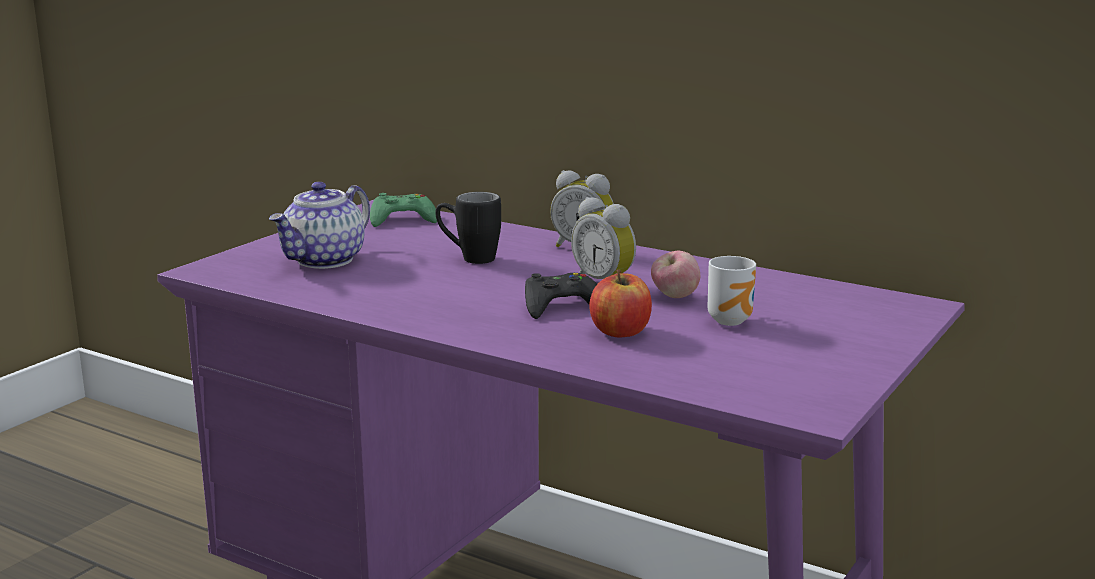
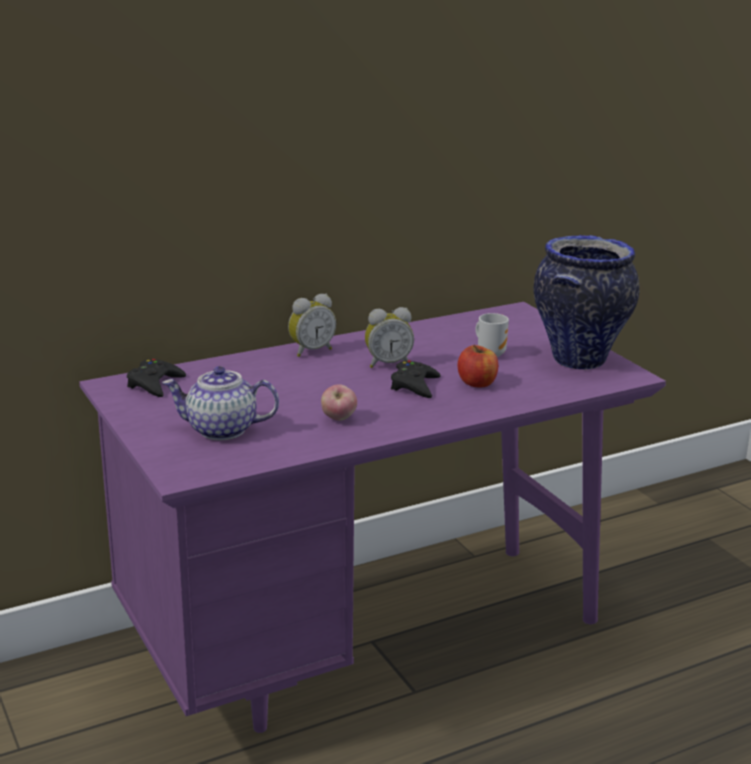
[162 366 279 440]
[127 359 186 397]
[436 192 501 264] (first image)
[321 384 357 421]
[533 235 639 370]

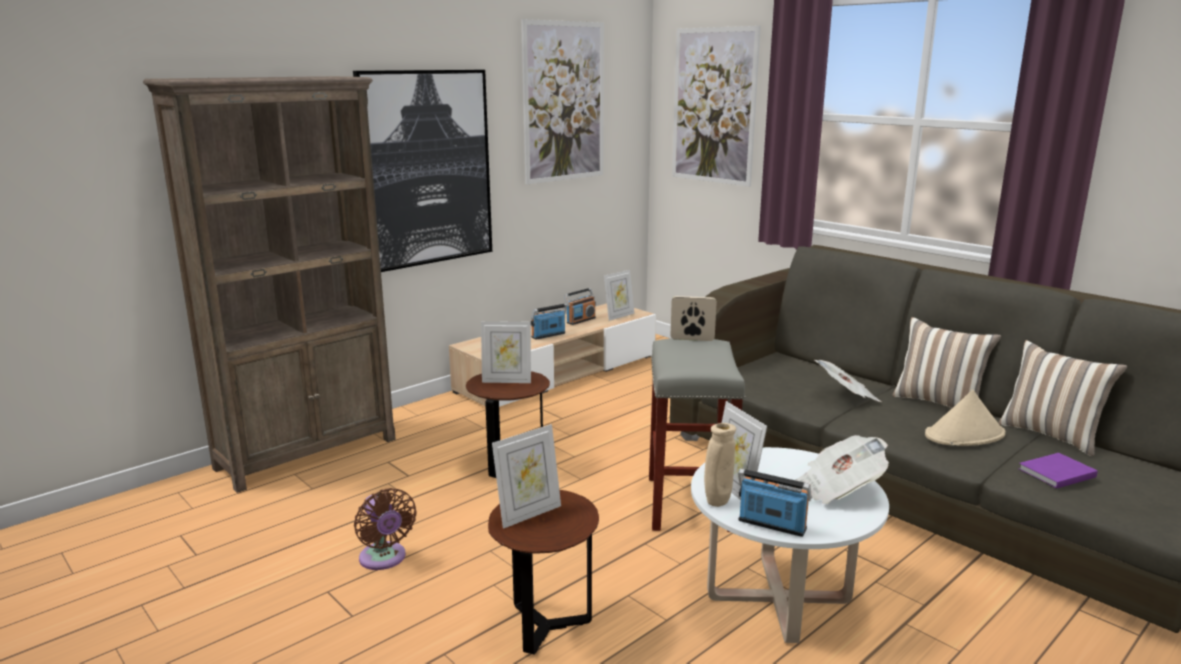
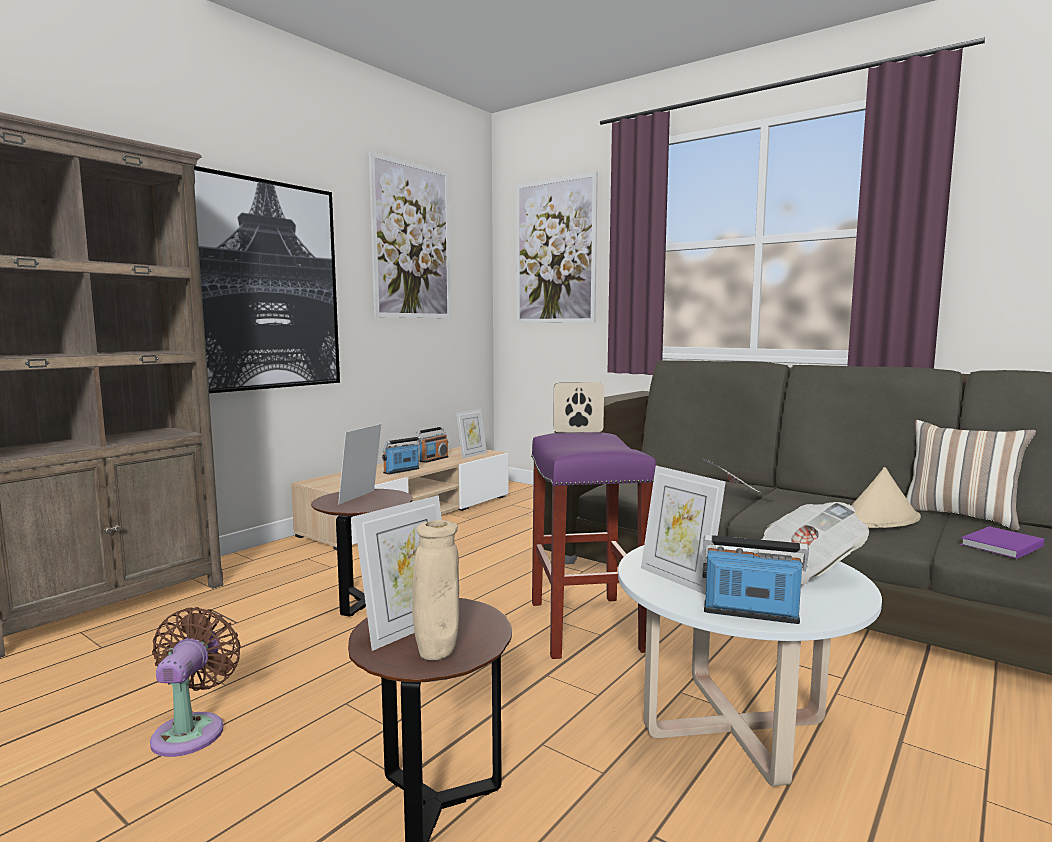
[150 607 241 757]
[338 424 381 505]
[531 432 656 659]
[412 520 459 661]
[892 317 1001 408] (first image)

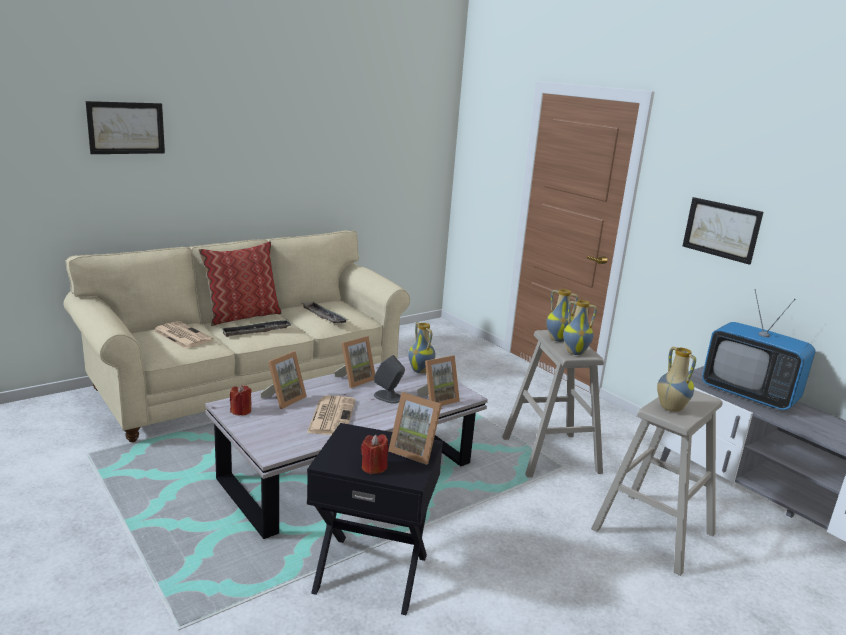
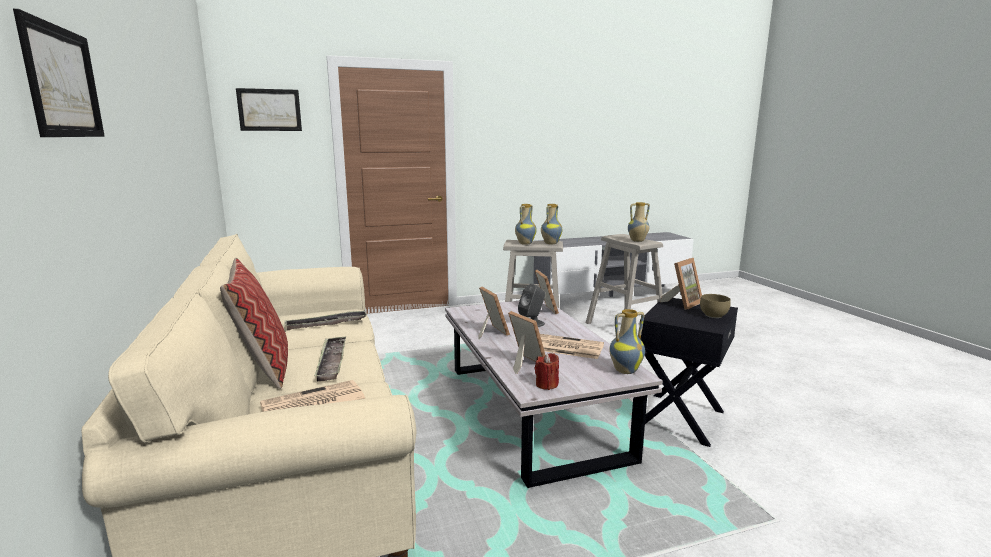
[700 294 731 318]
[609 309 645 374]
[236 88 302 131]
[702 289 815 410] (first image)

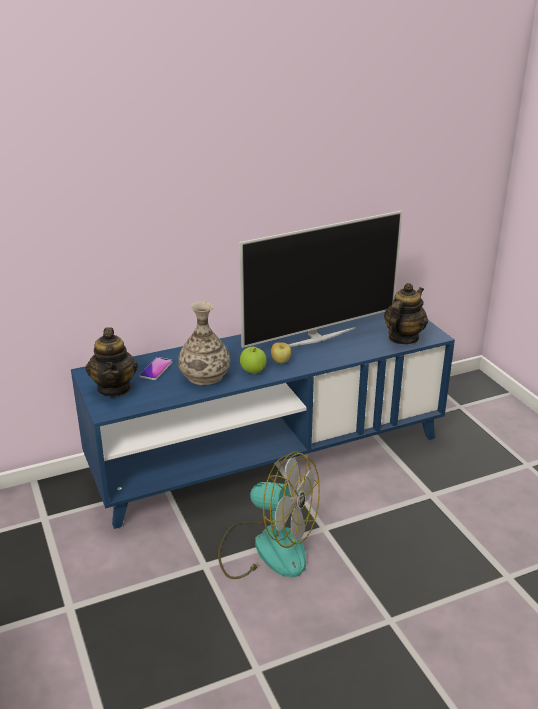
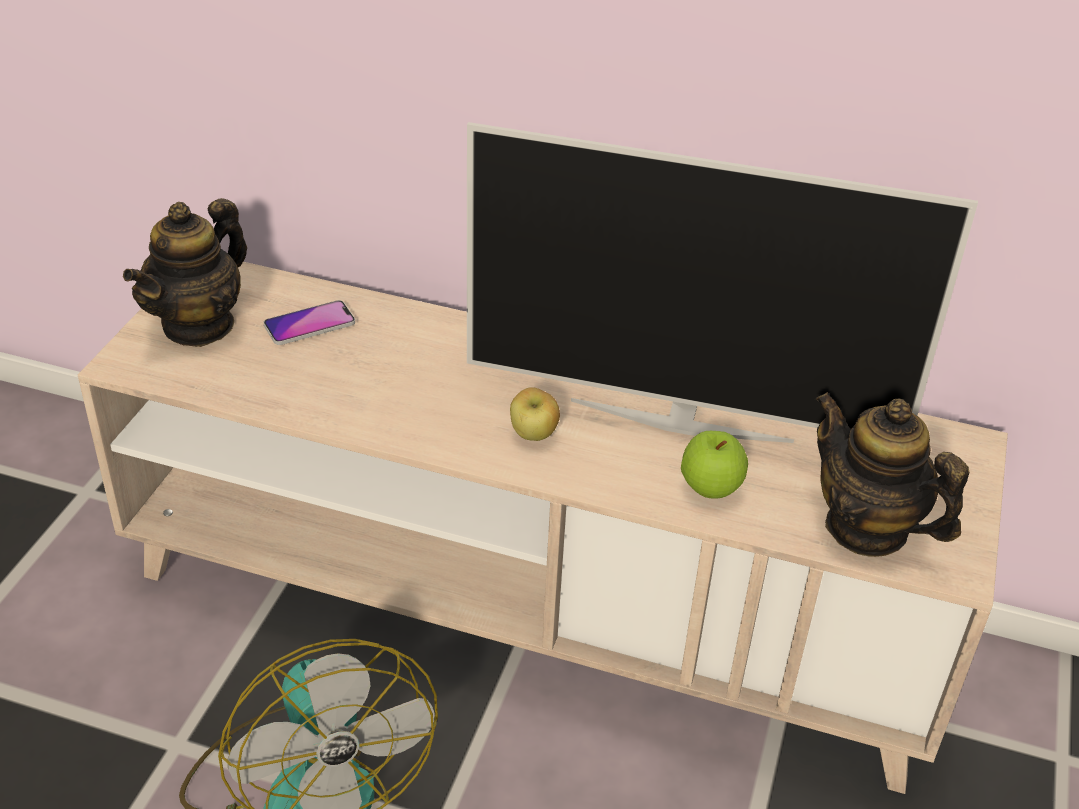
[78 262 1008 794]
[178 301 230 385] (first image)
[681 431 748 499]
[815 392 969 557]

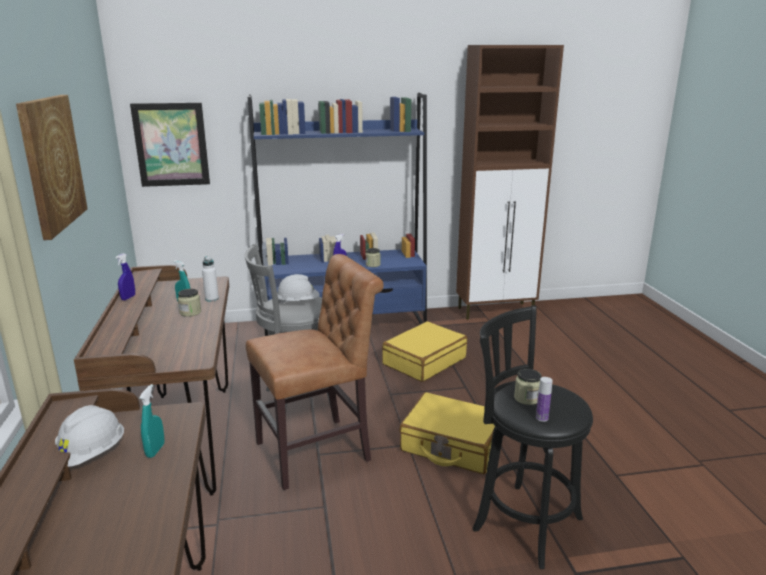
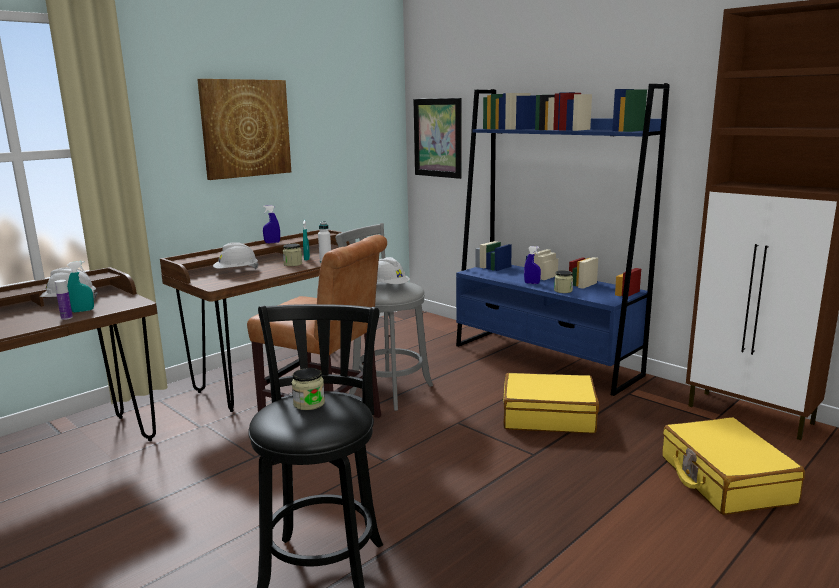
[662 417 805 515]
[55 280 73 320]
[213 242 259 269]

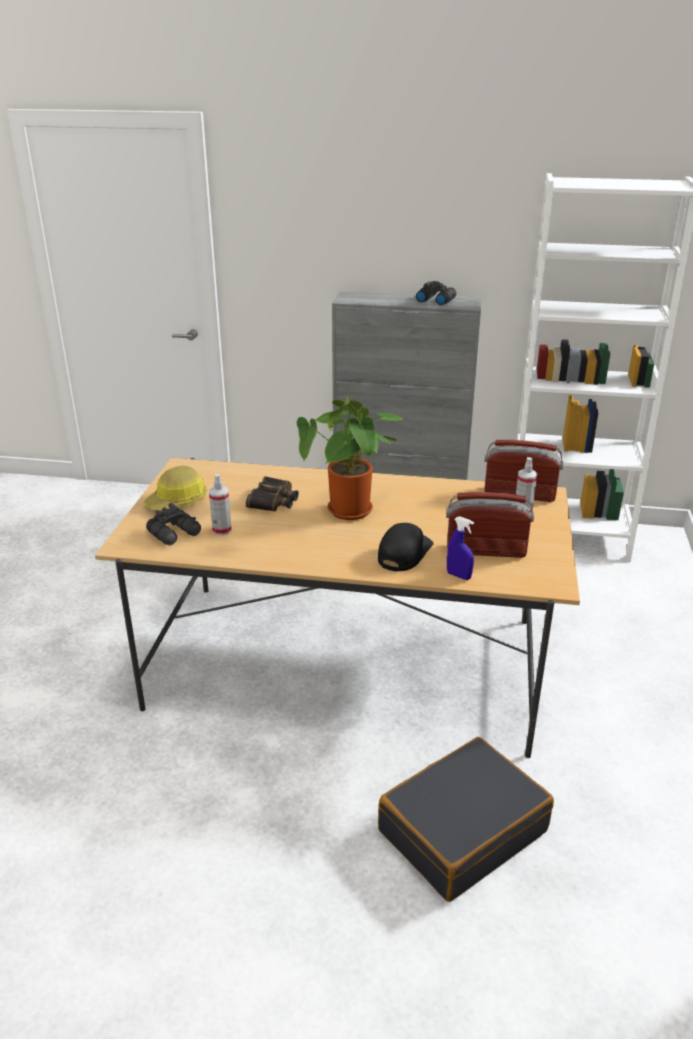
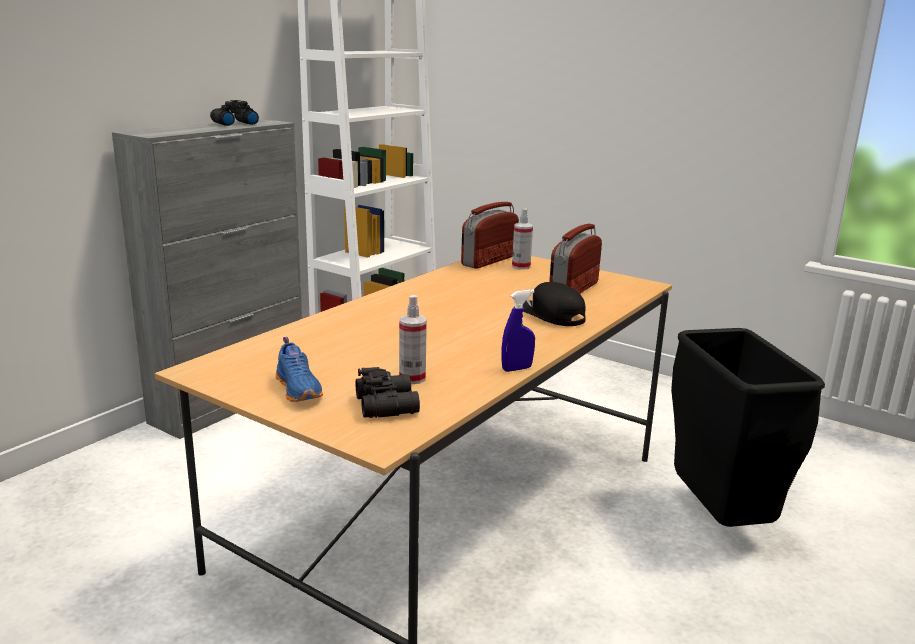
[275 337 323 402]
[246 476 299 512] (first image)
[297 392 405 520] (first image)
[671 328 825 527]
[502 289 535 372]

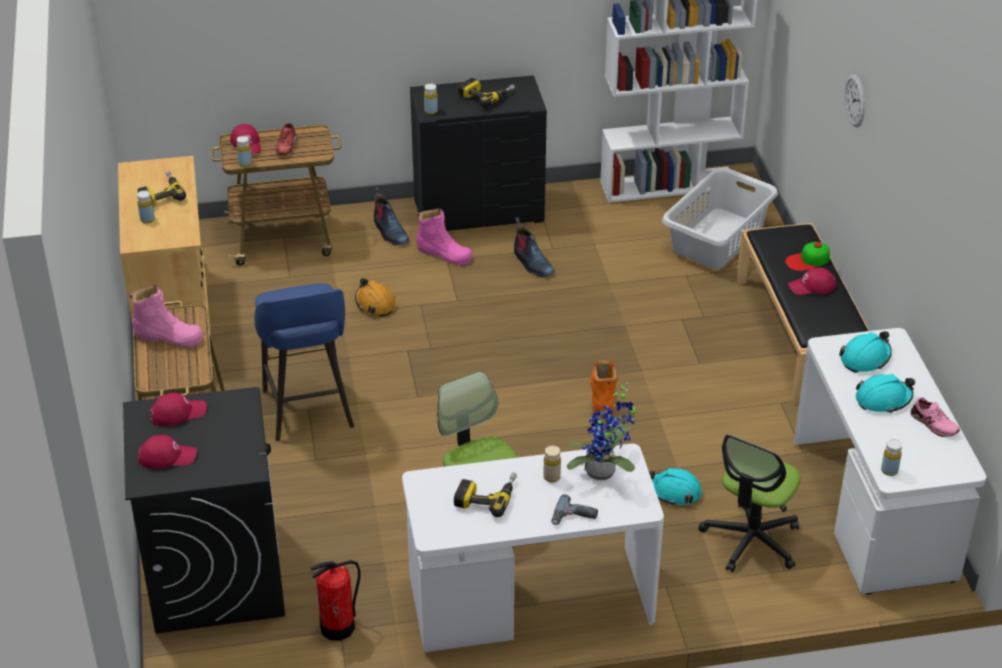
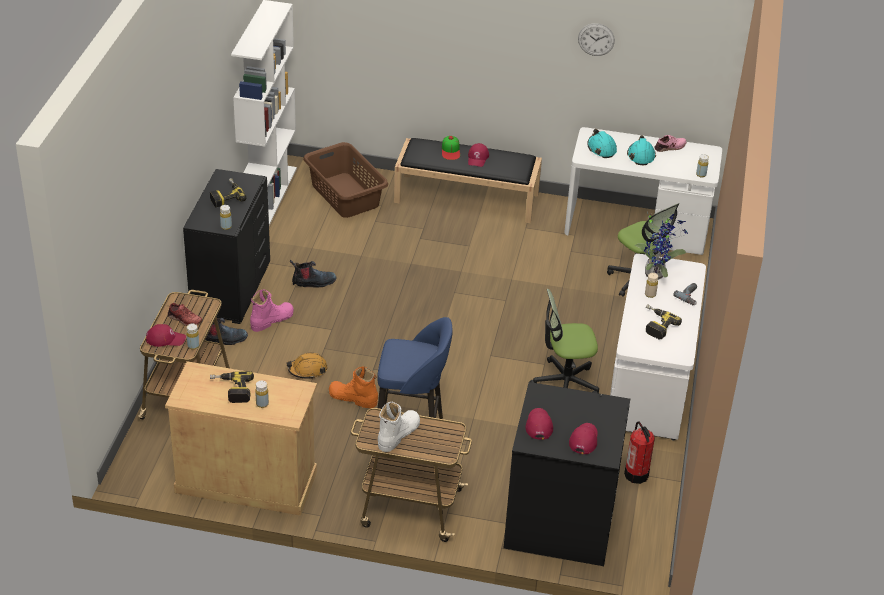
[378 402 420 452]
[329 366 378 408]
[649 468 702 506] (first image)
[303 142 388 218]
[578 23 615 56]

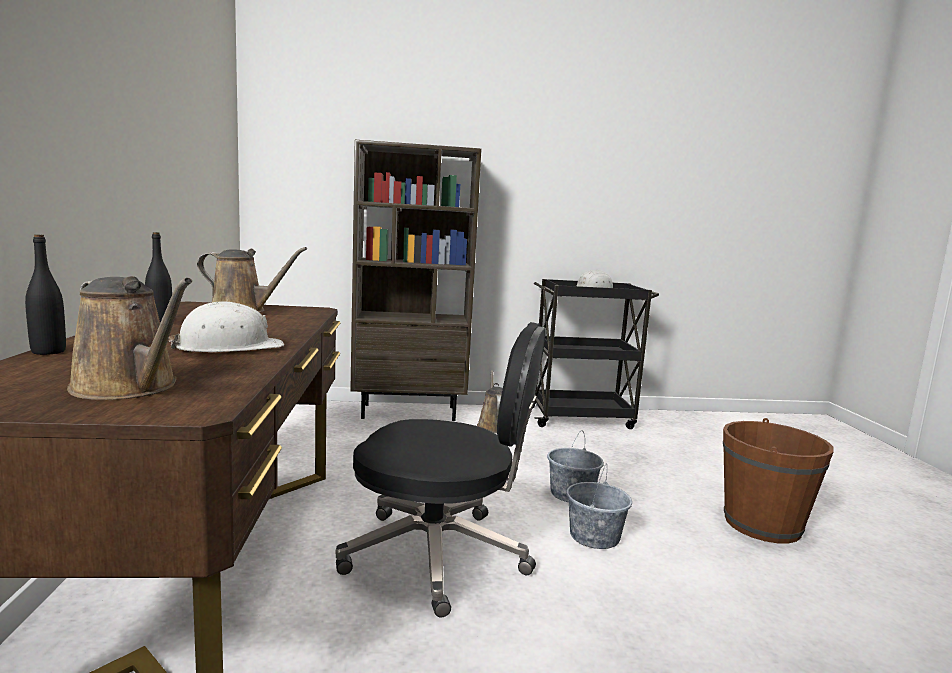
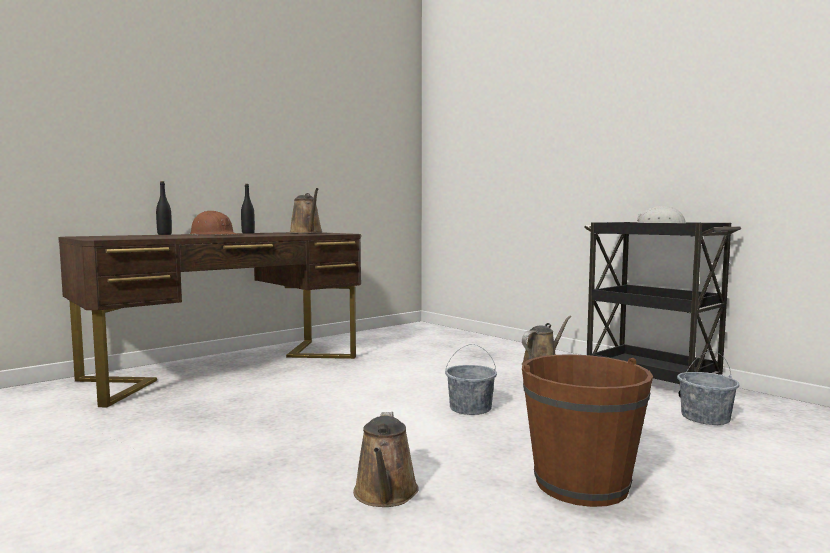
[353 412 419 507]
[190 211 241 235]
[335 322 545 618] (first image)
[350 140 482 421] (first image)
[677 350 739 425]

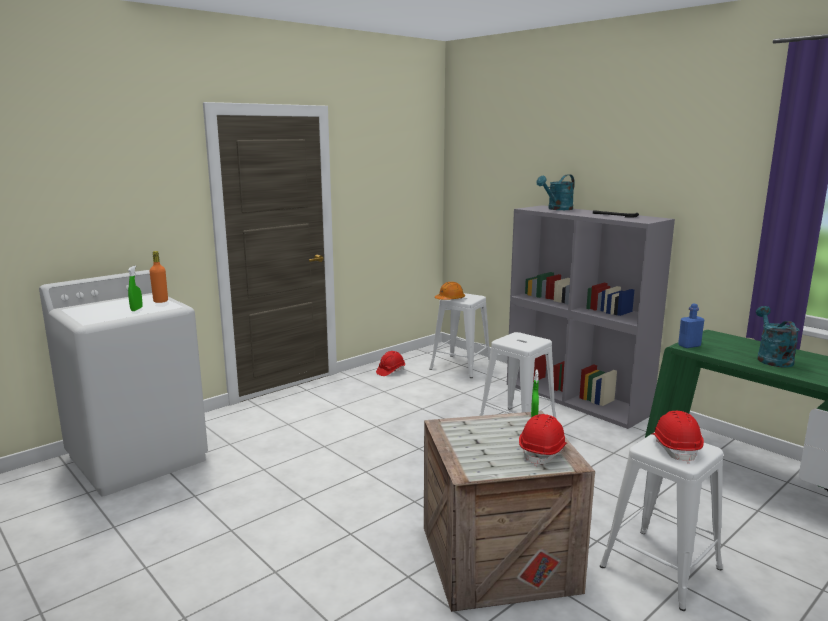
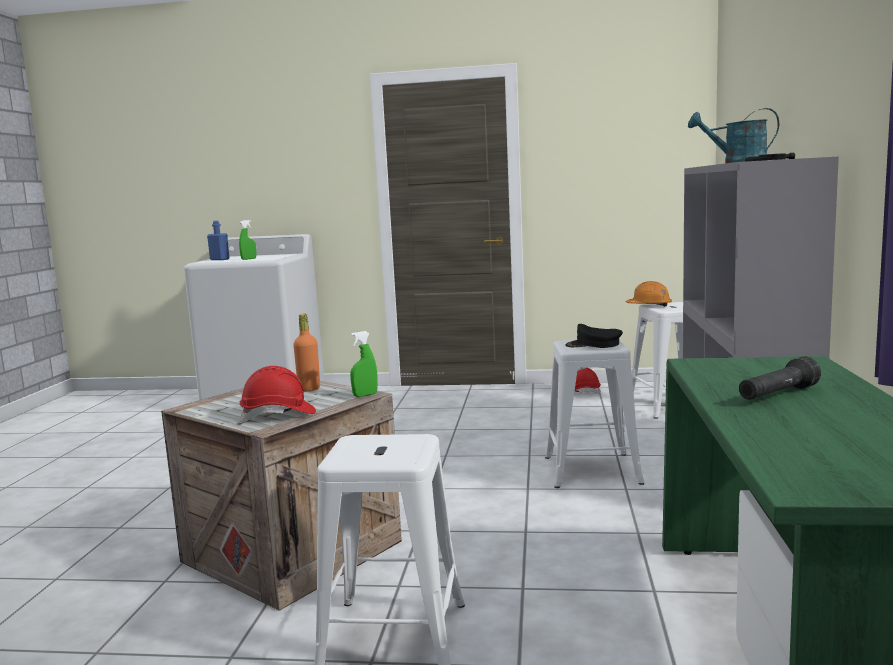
[293 314 320 392]
[652 411 704 463] (first image)
[207 221 229 260]
[739 356 821 400]
[566 324 623 348]

